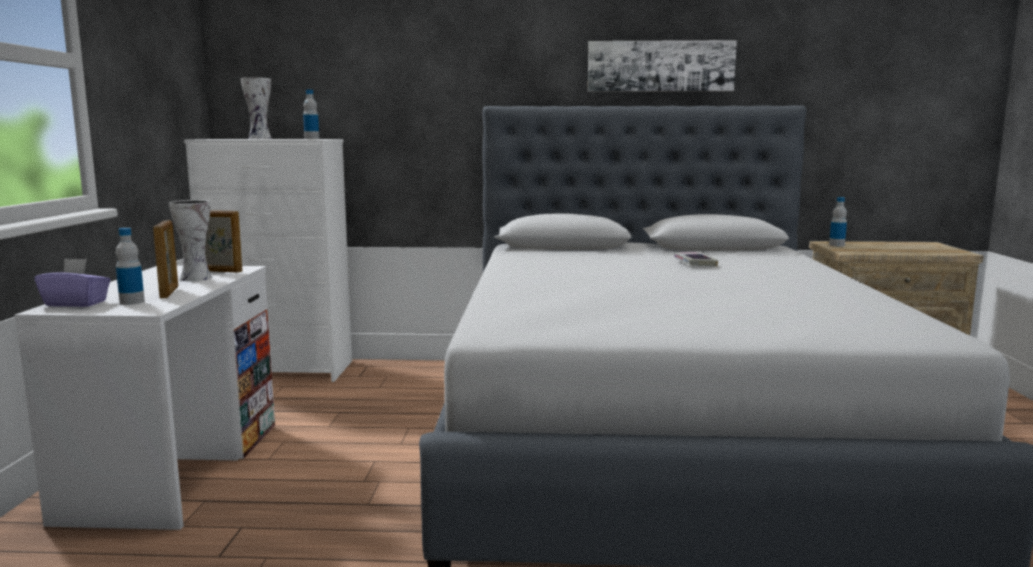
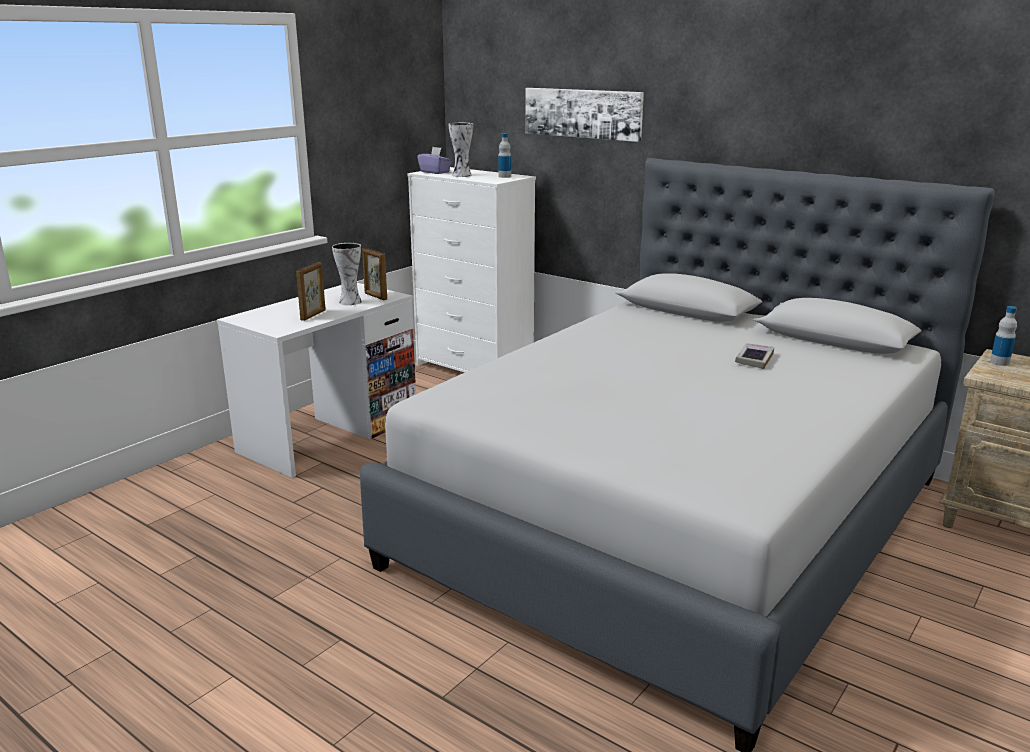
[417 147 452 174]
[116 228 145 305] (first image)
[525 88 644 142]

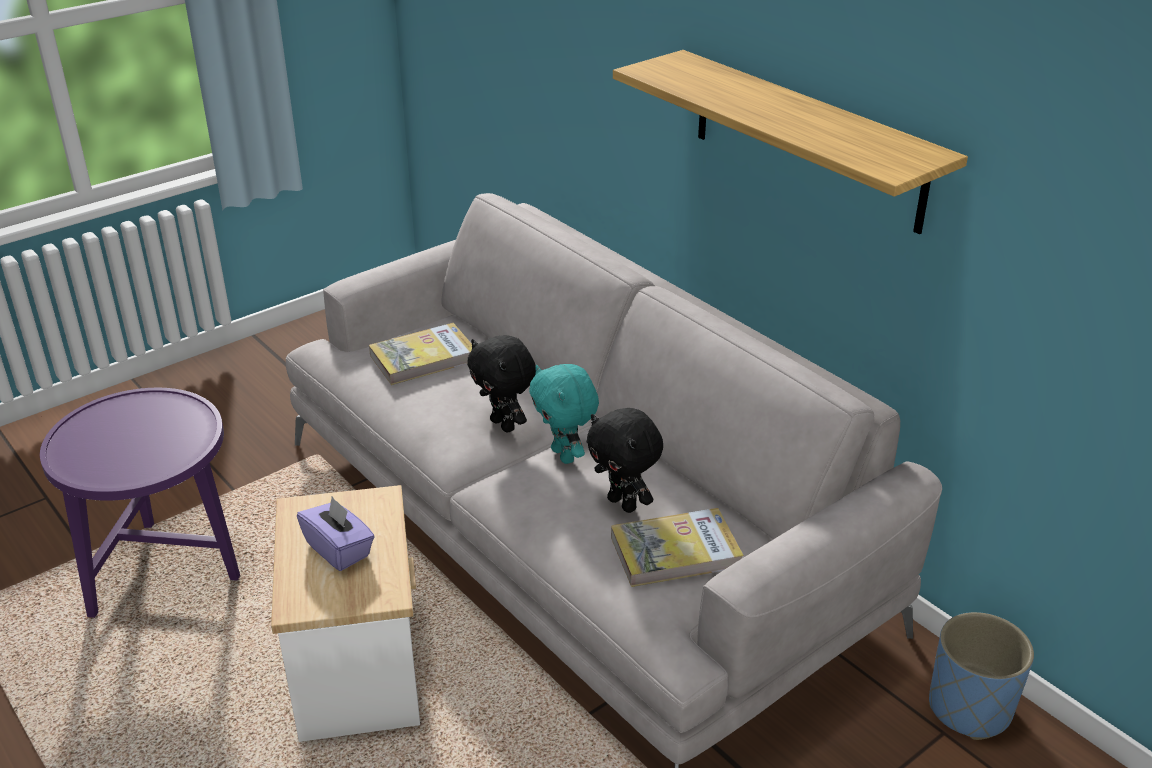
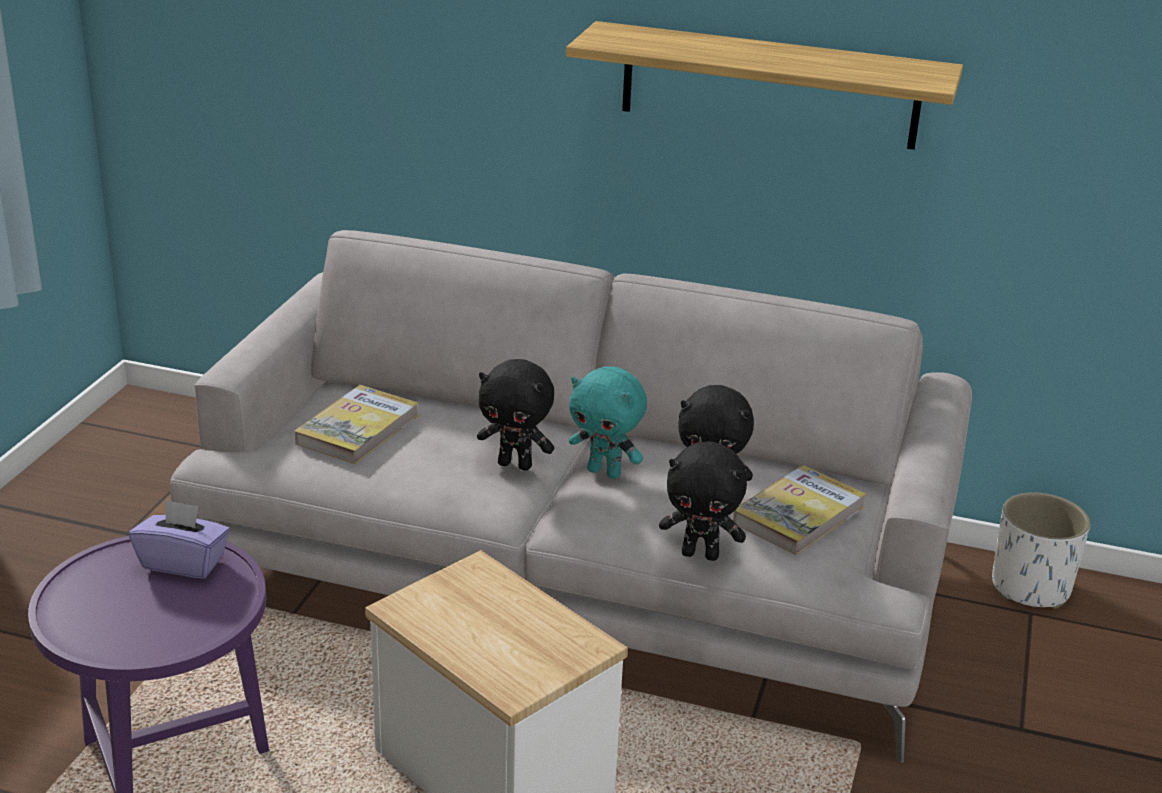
[129 500 230 579]
[992 492 1090 609]
[659 441 747 561]

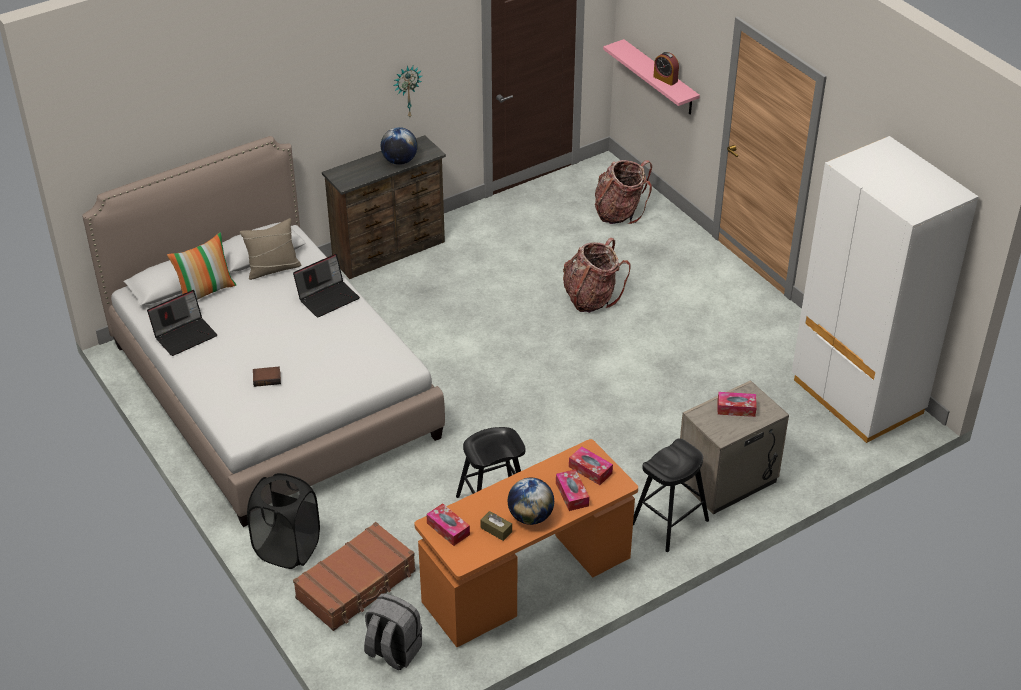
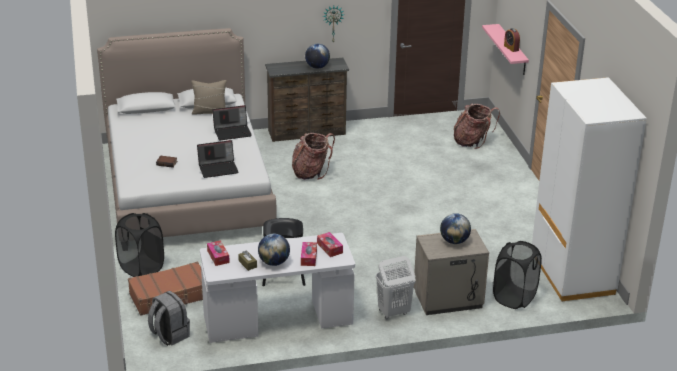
[197 140 238 178]
[167 232 236 300] (first image)
[200 233 355 343]
[292 133 335 180]
[376 256 416 319]
[440 213 471 244]
[493 241 542 309]

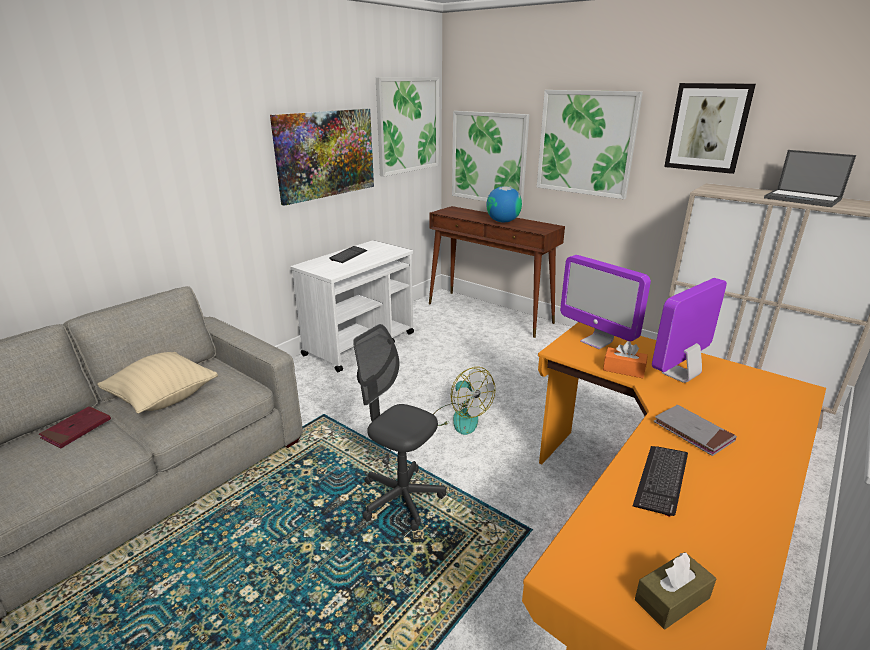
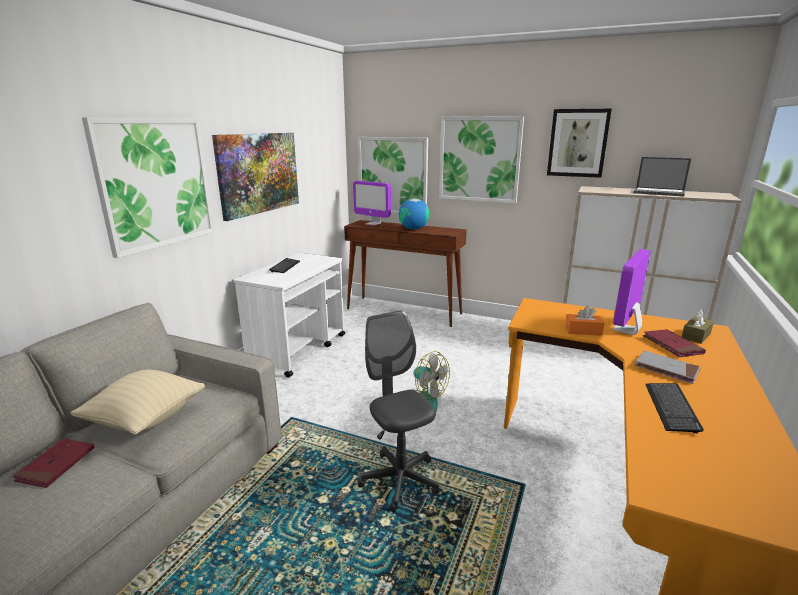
[357 310 440 512]
[82 117 215 258]
[353 181 391 226]
[682 310 714 344]
[643 329 706 357]

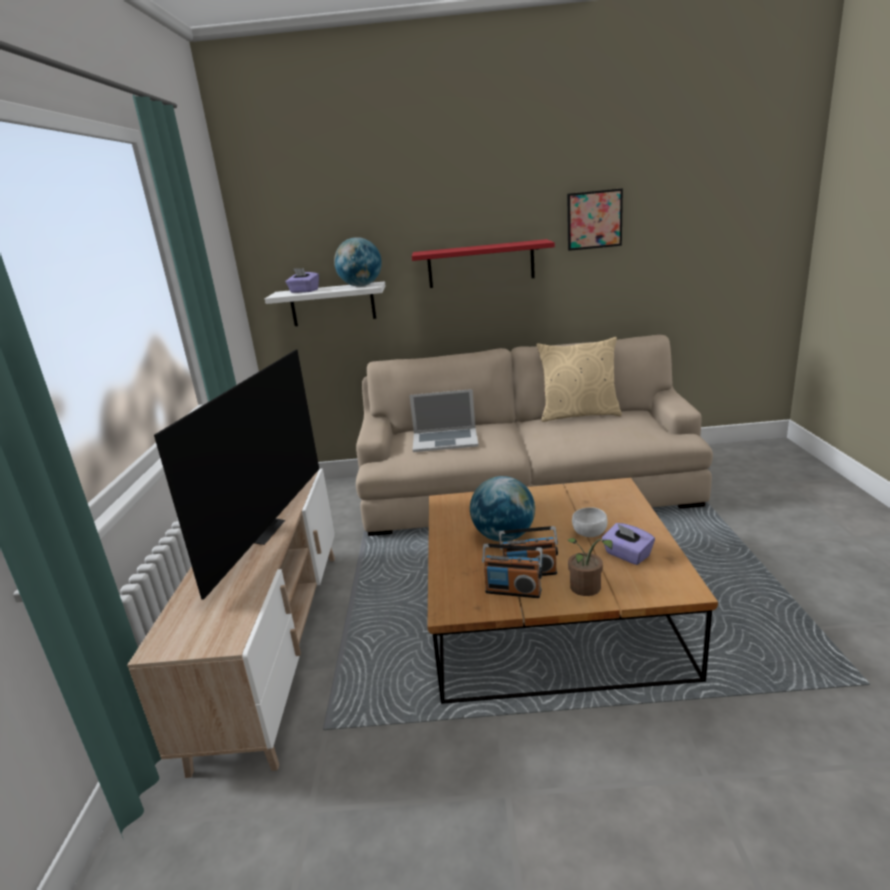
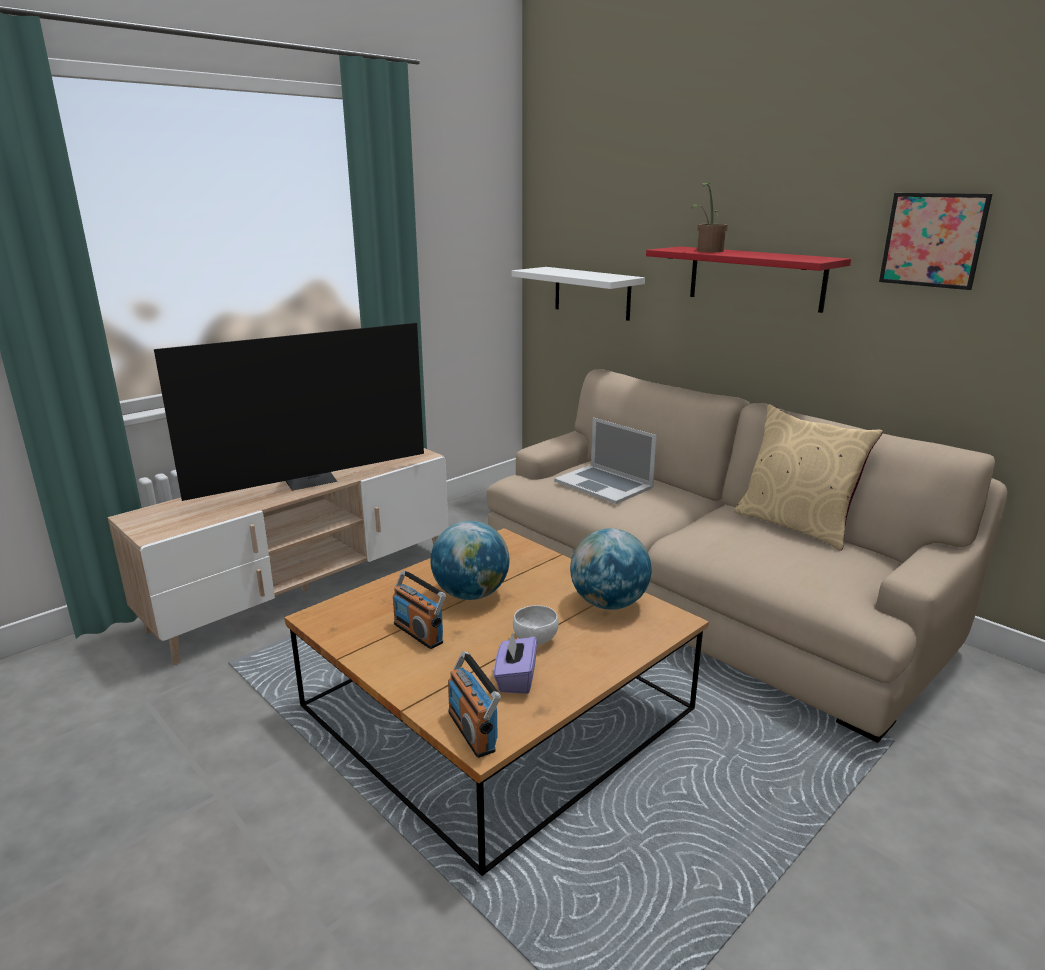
[286 268 319 293] (first image)
[570 528 652 610]
[448 651 501 758]
[691 183 728 252]

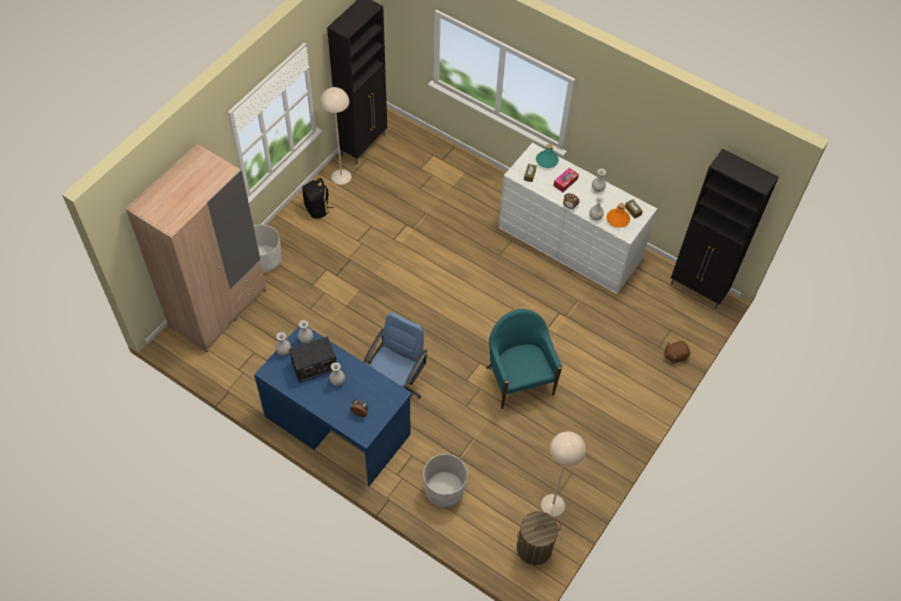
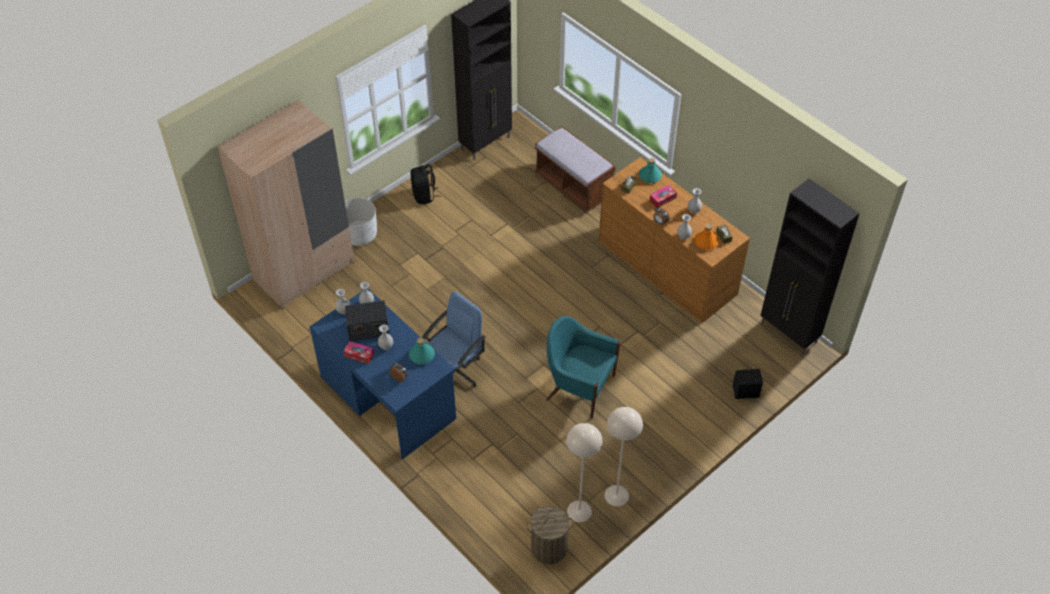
[605 407 643 506]
[423 454 468 507] (first image)
[546 316 621 418]
[599 157 750 323]
[733 369 763 399]
[343 341 374 364]
[409 338 435 364]
[535 126 616 212]

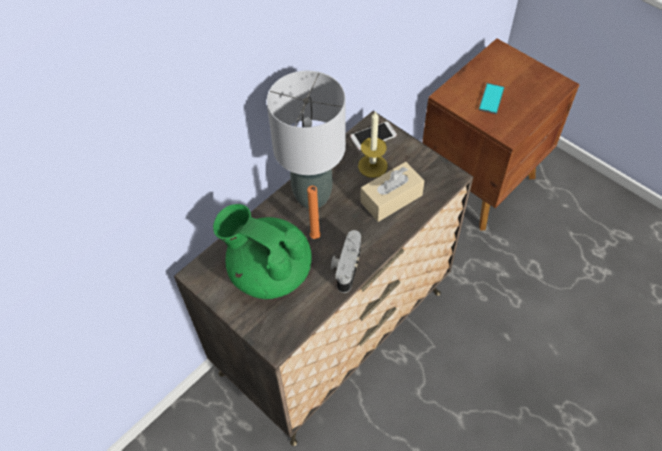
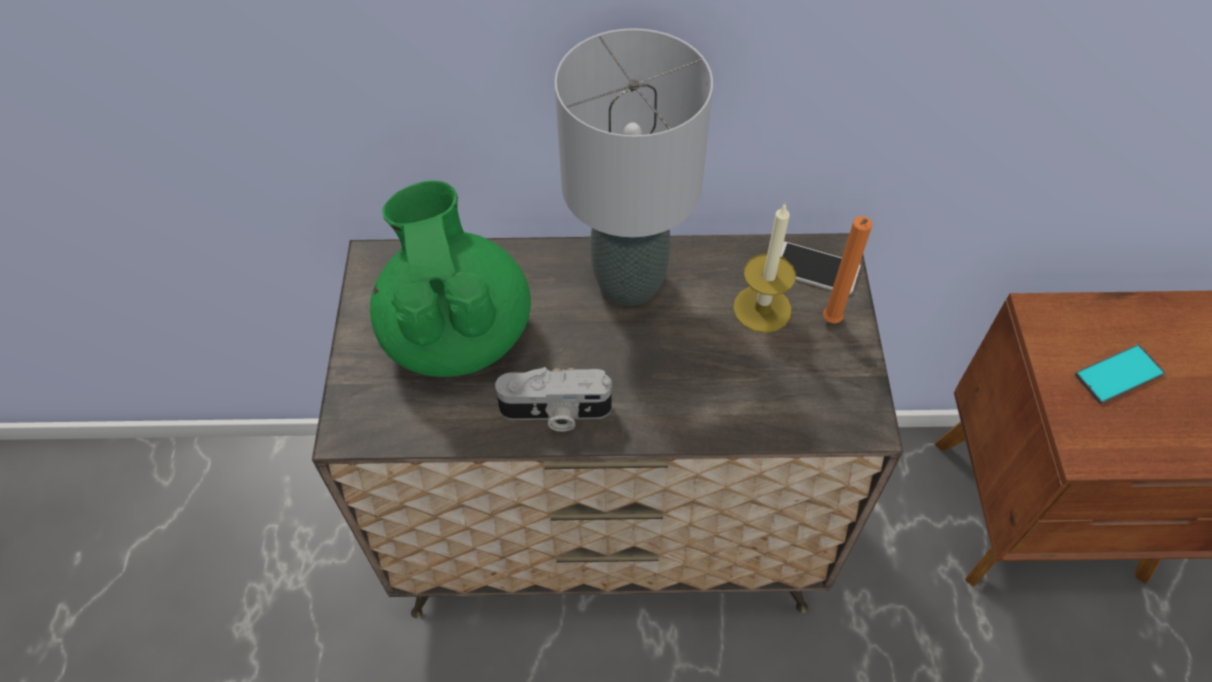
[823 216 873 324]
[495 367 612 432]
[360 162 425 222] (first image)

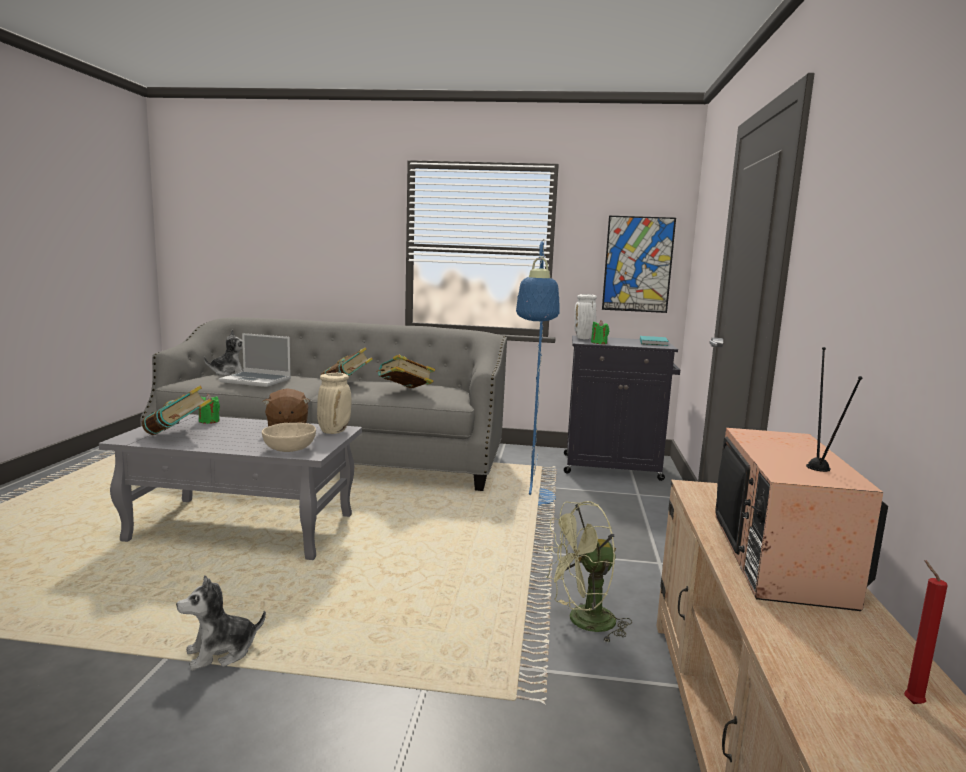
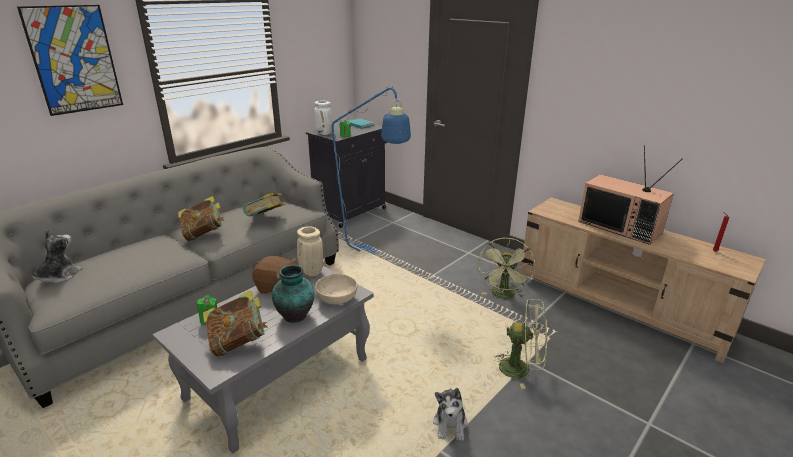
[219 333 291 387] (first image)
[17 5 123 116]
[272 265 314 323]
[491 299 547 389]

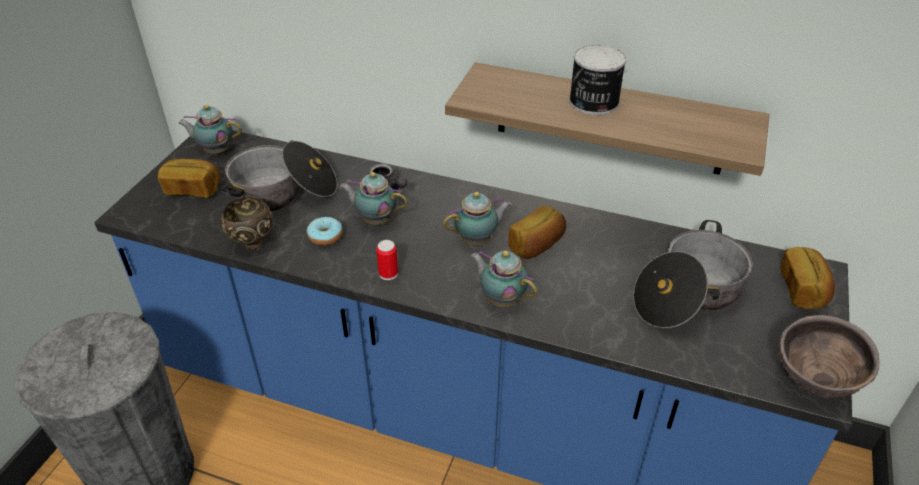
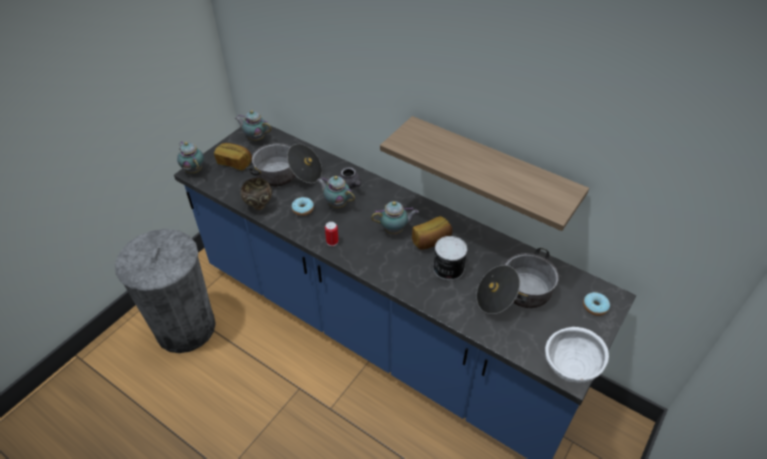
[177 142 204 174]
[433 236 467 281]
[545 327 609 383]
[583 292 610 316]

